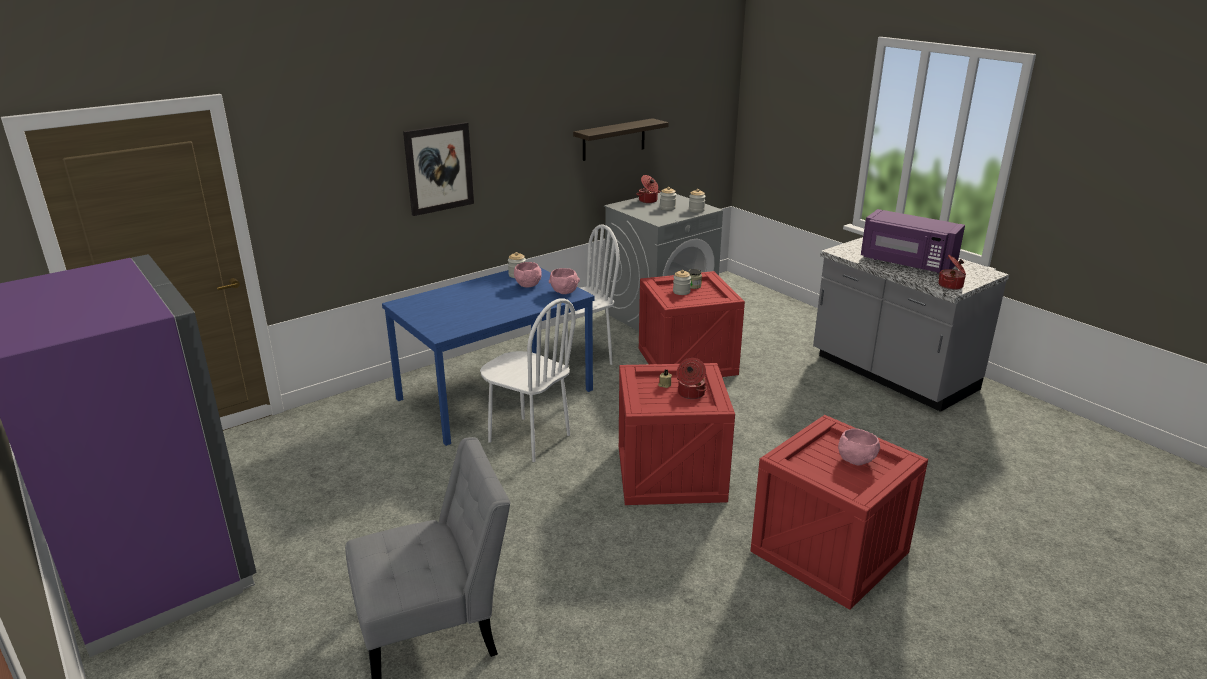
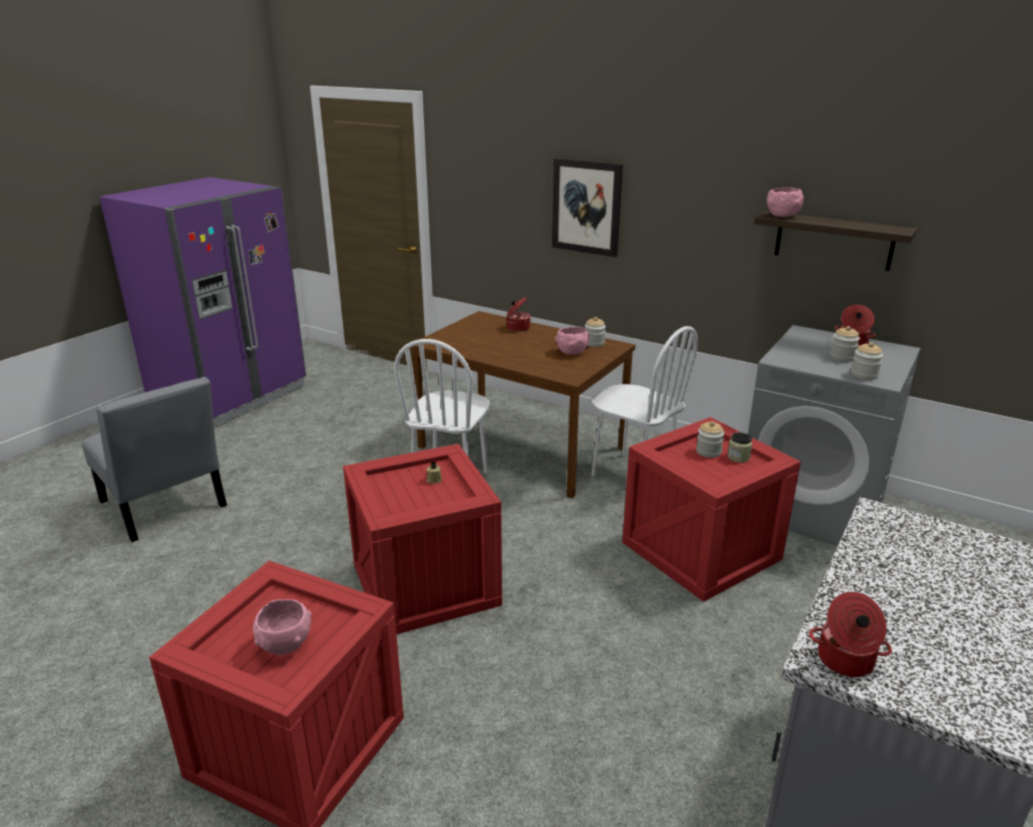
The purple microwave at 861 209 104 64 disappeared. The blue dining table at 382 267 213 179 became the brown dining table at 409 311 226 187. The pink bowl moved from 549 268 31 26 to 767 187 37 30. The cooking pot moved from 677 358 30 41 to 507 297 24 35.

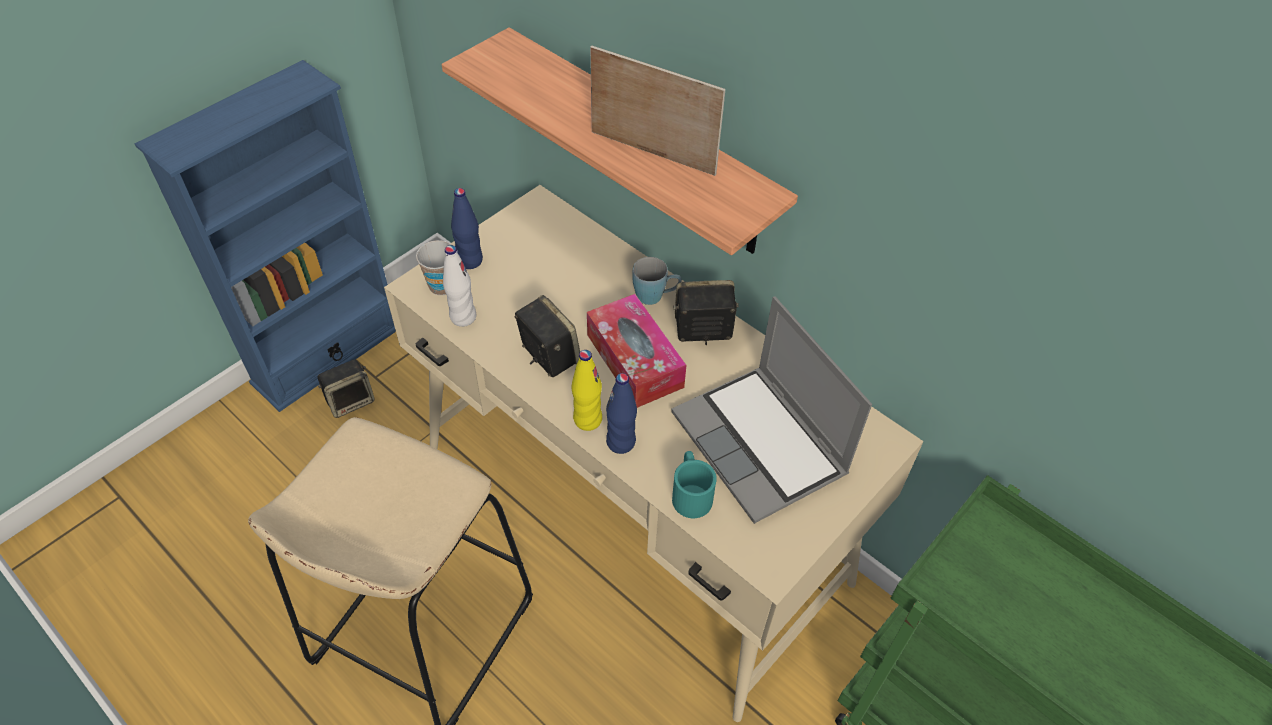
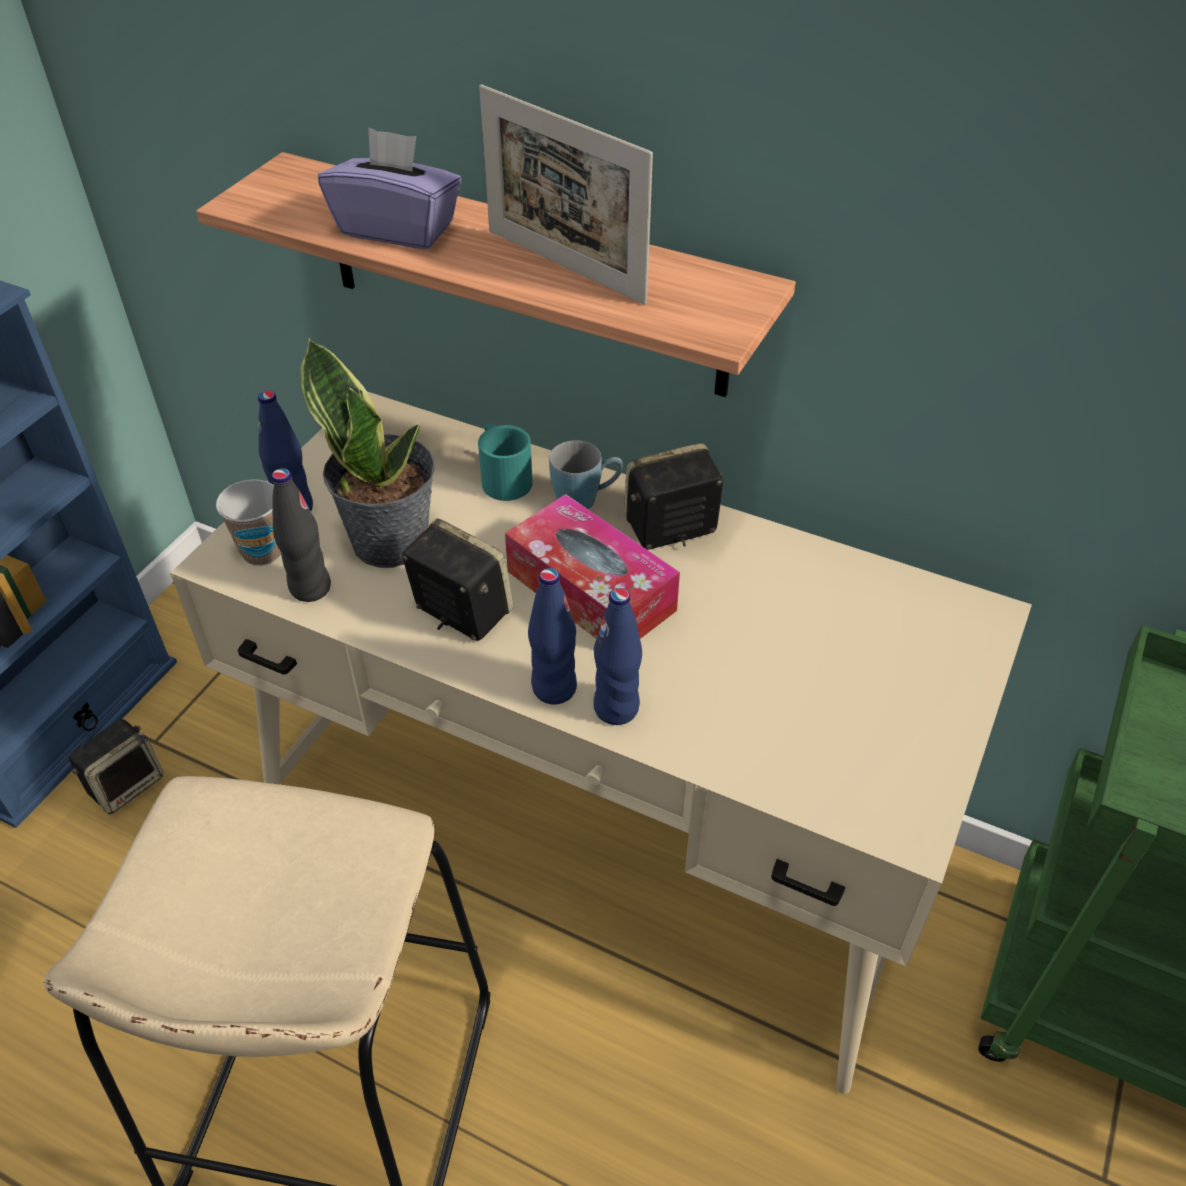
The picture frame at 590 45 135 131 turned 150 degrees counterclockwise. The white bottle at 443 245 33 82 became the black bottle at 272 468 59 134. The laptop at 671 296 201 228 disappeared. The yellow bottle at 571 350 31 81 became the blue bottle at 528 568 49 137. The turquoise mug moved from 672 451 45 67 to 478 423 55 78. The purple tissue box at 318 128 144 121 appeared. The potted plant at 301 338 134 230 appeared.

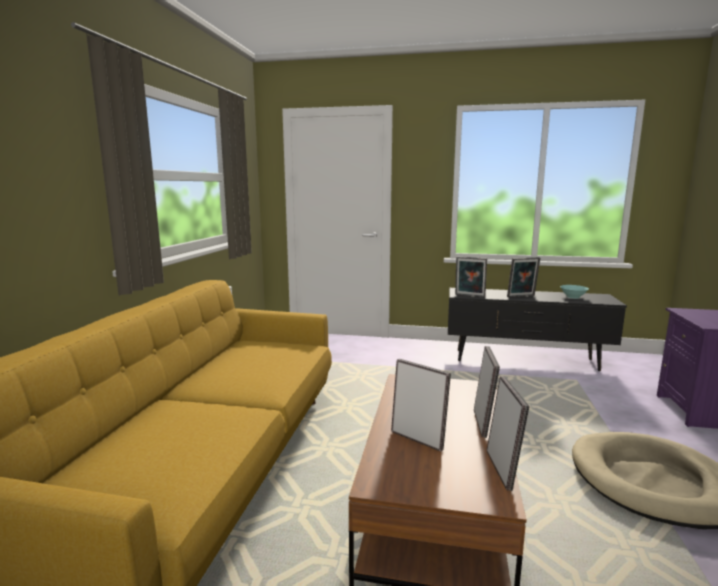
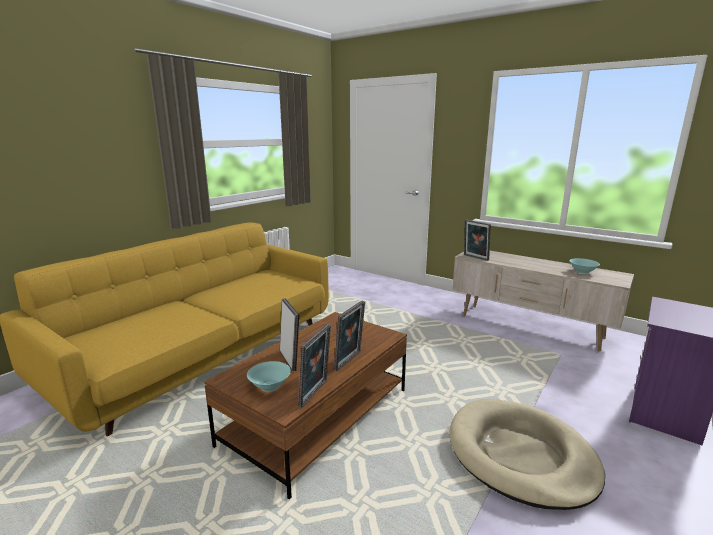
The picture frame at 507 257 33 41 disappeared. The black tv stand at 448 288 179 83 became the beige tv stand at 452 251 182 101. The turquoise bowl at 247 361 44 31 appeared.

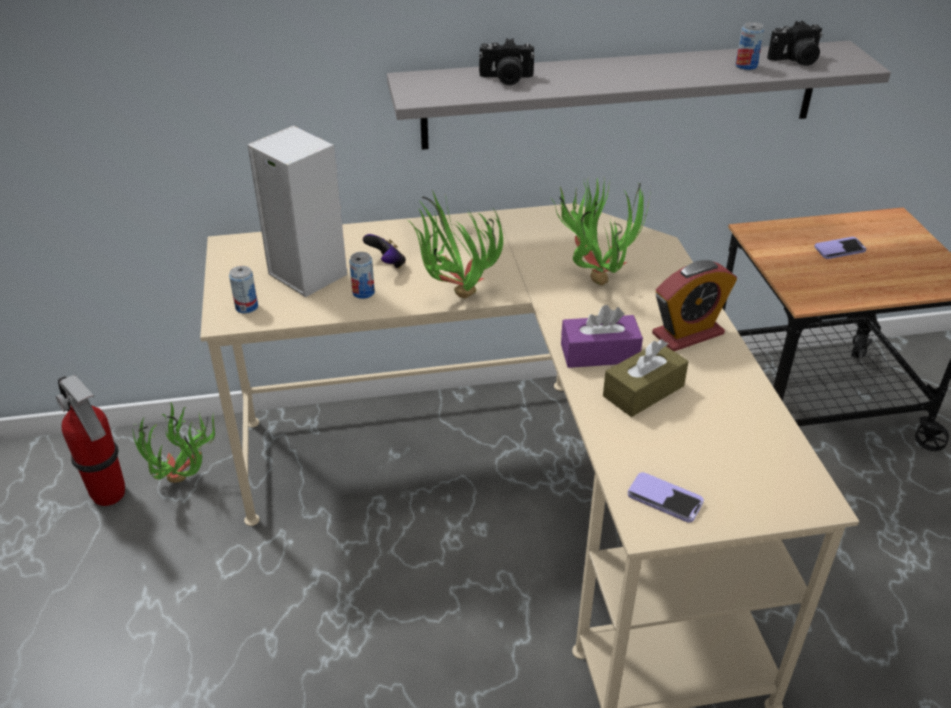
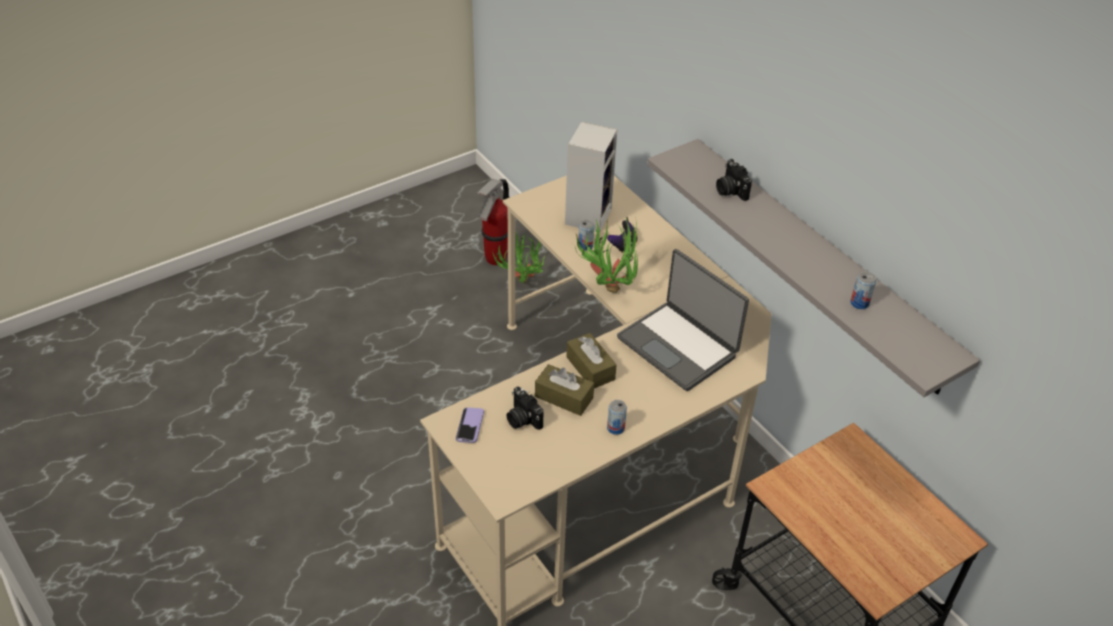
The photo camera moved from 767 21 56 45 to 506 387 37 43. The potted plant at 552 178 99 108 was replaced by the laptop at 617 249 132 142. The phone at 814 237 52 22 disappeared. The alarm clock at 652 260 85 91 disappeared. The can moved from 229 266 29 48 to 607 400 20 35. The purple tissue box at 561 305 82 63 became the brown tissue box at 566 333 51 55.

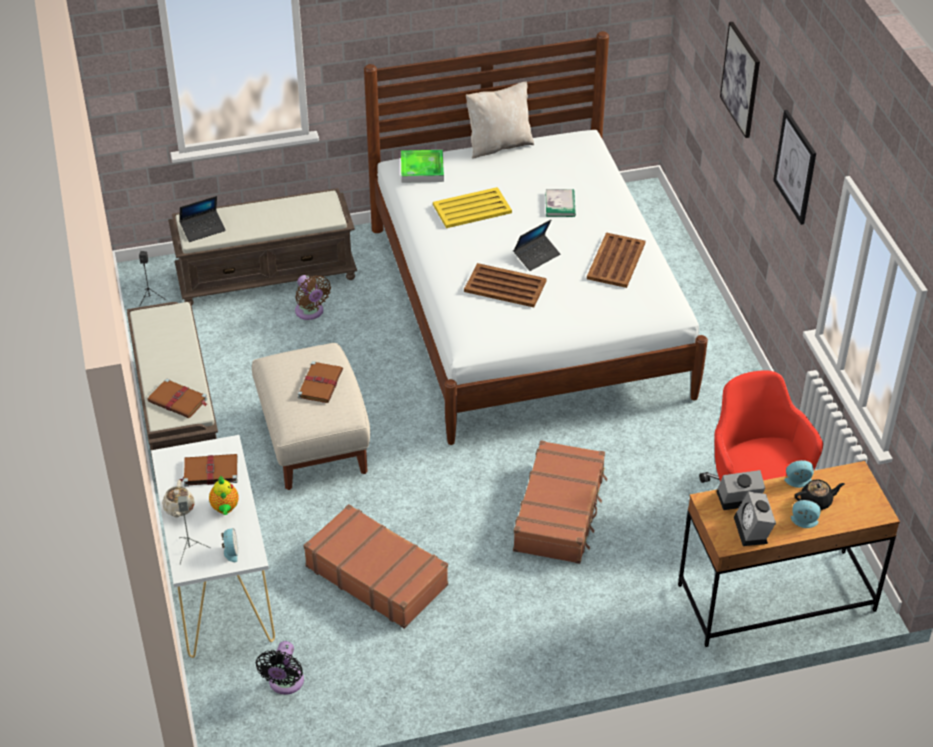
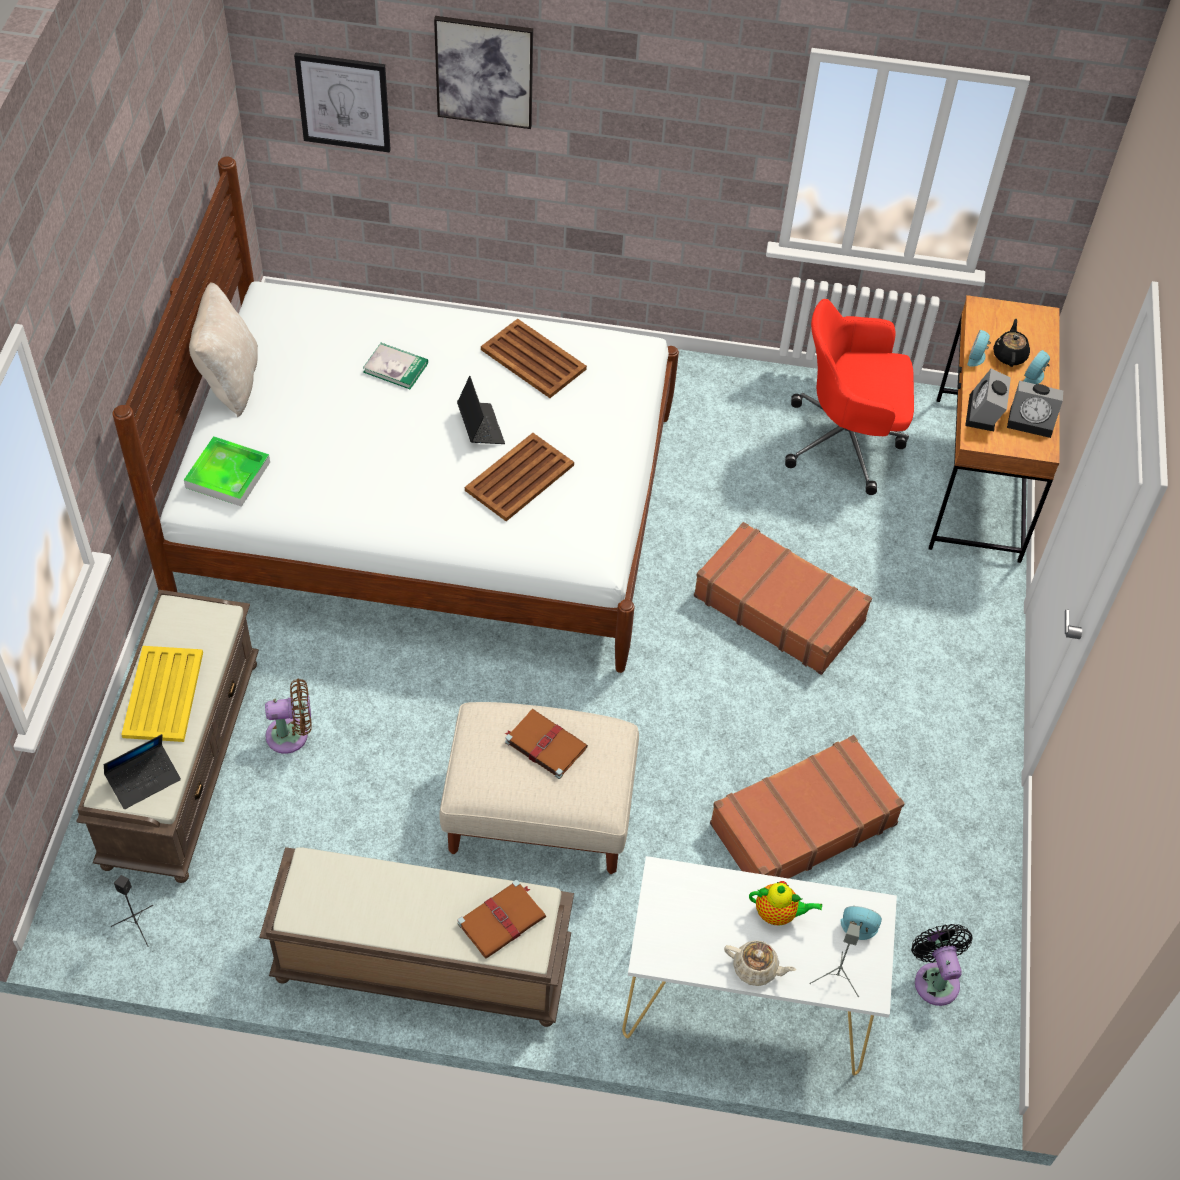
The picture moved from 773 110 43 115 to 294 52 97 101. The yellow tray moved from 433 187 79 41 to 121 646 82 96. The laptop at 179 196 47 46 turned 60 degrees clockwise. The brown book at 180 454 58 32 disappeared. The black fan at 256 641 48 54 turned 135 degrees counterclockwise.

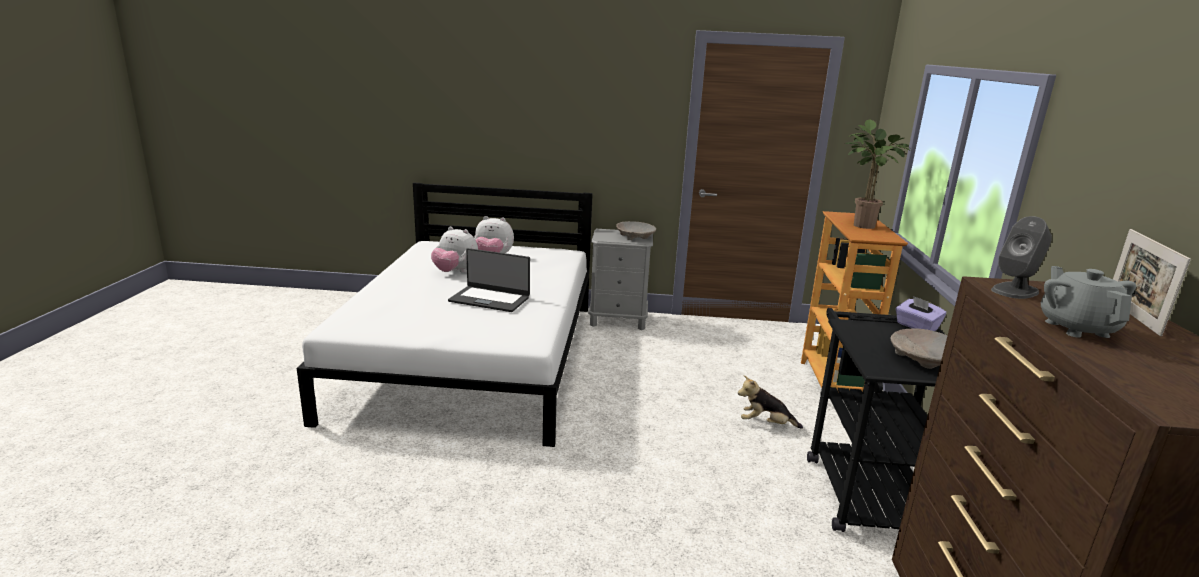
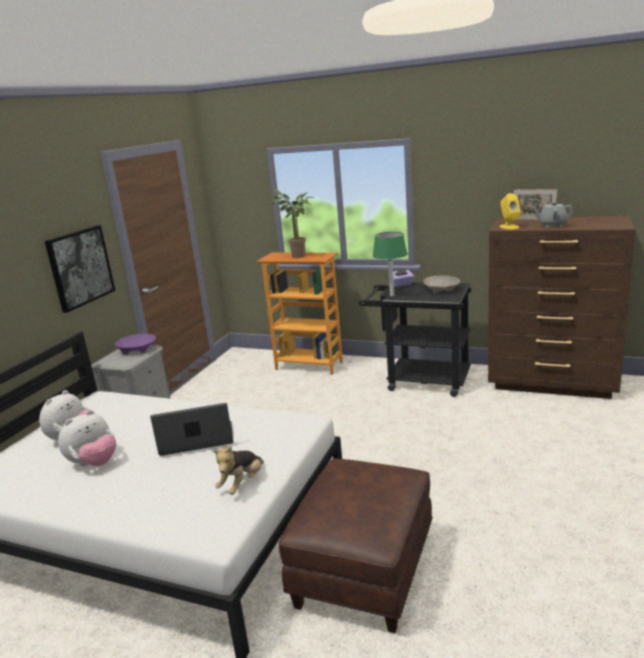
The grey speaker at 991 216 61 83 became the yellow speaker at 500 193 21 37. The beige bowl at 616 221 40 19 became the purple bowl at 115 334 41 21. The laptop at 448 248 82 64 turned 135 degrees counterclockwise. The plush toy moved from 738 375 65 54 to 212 447 52 48. The picture at 45 225 70 88 appeared. The green table lamp at 373 232 35 65 appeared. The brown ottoman at 279 458 154 175 appeared.

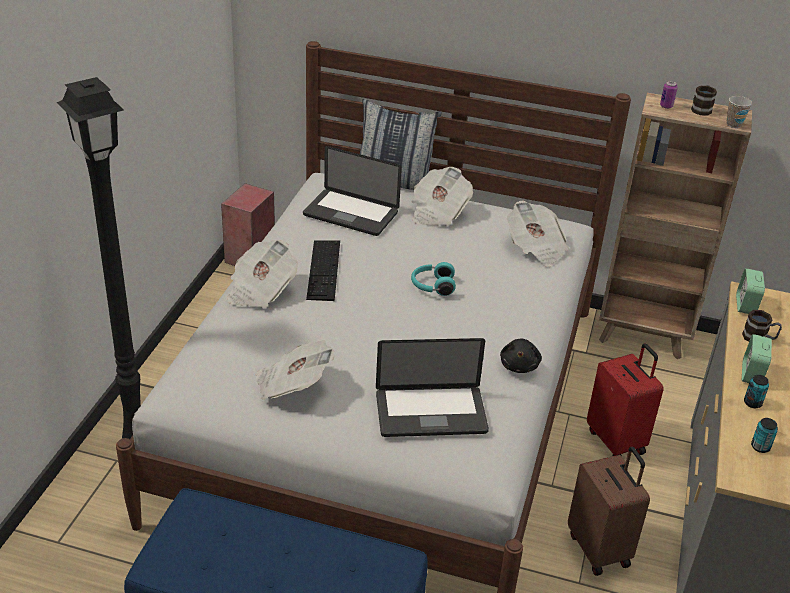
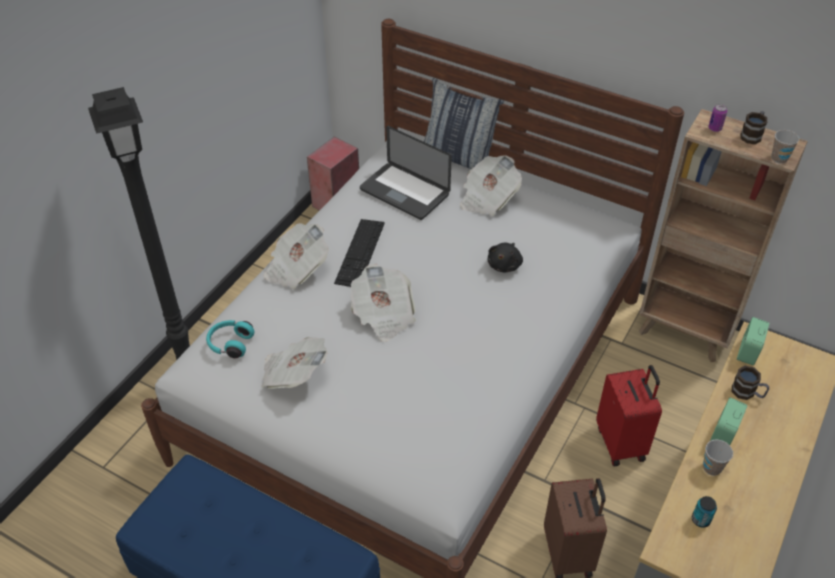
The newspaper moved from 507 201 62 66 to 351 264 65 78. The turquoise headphones moved from 411 262 45 34 to 206 320 48 38. The laptop at 376 338 113 99 disappeared. The black plush toy moved from 500 339 42 34 to 488 243 35 29. The can at 744 375 25 33 was replaced by the cup at 703 440 30 36.

